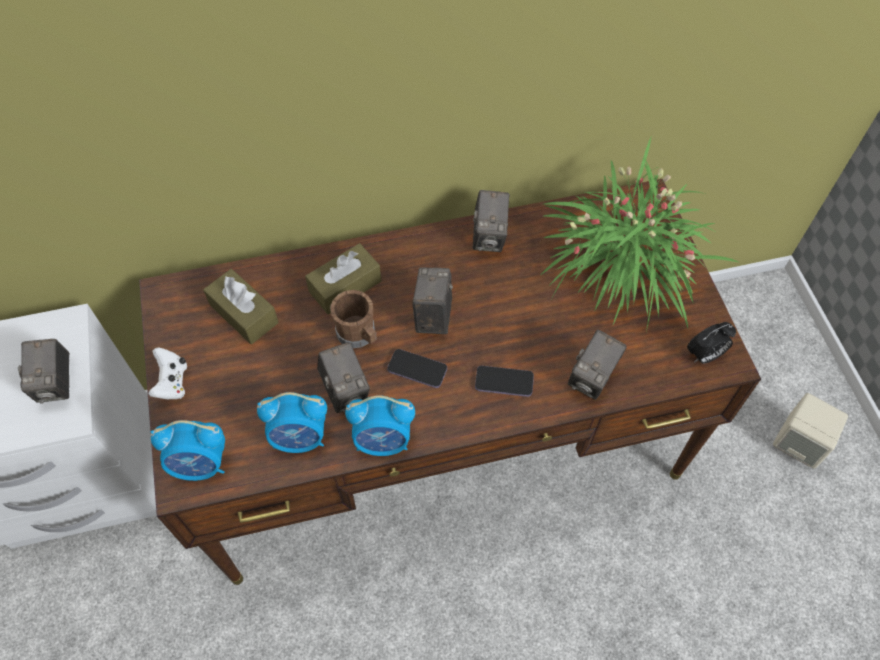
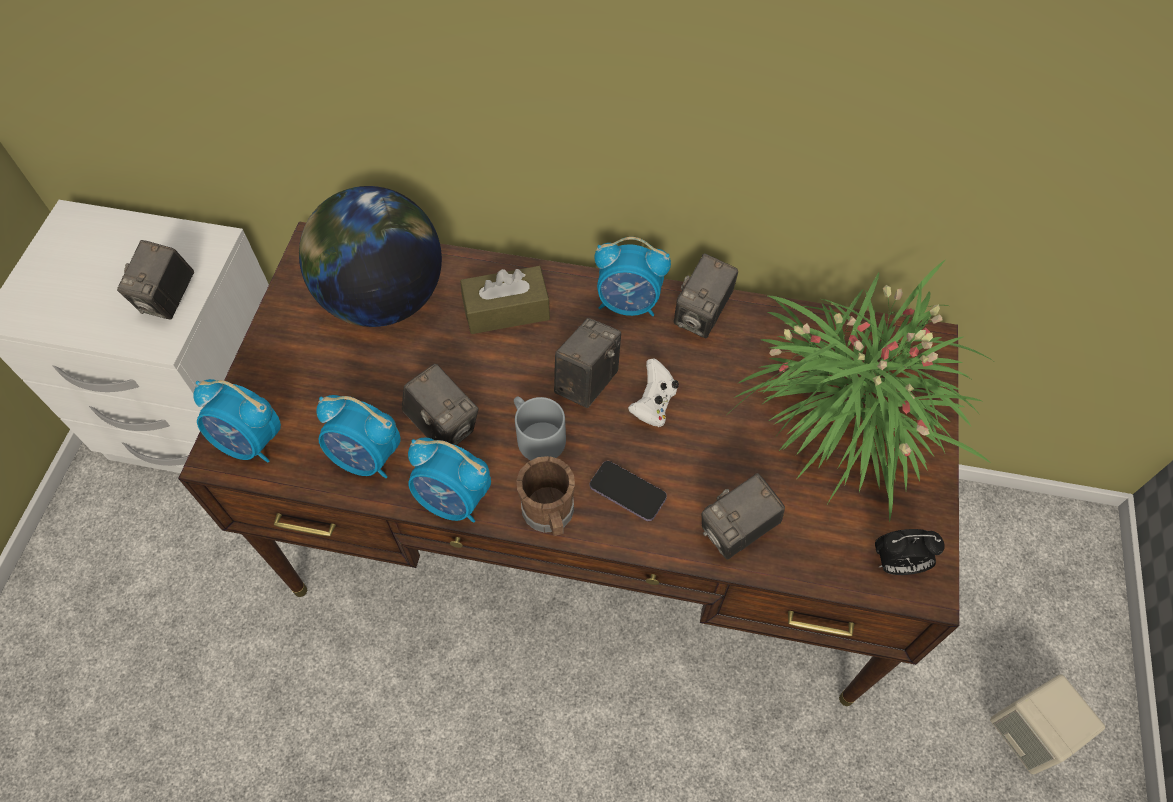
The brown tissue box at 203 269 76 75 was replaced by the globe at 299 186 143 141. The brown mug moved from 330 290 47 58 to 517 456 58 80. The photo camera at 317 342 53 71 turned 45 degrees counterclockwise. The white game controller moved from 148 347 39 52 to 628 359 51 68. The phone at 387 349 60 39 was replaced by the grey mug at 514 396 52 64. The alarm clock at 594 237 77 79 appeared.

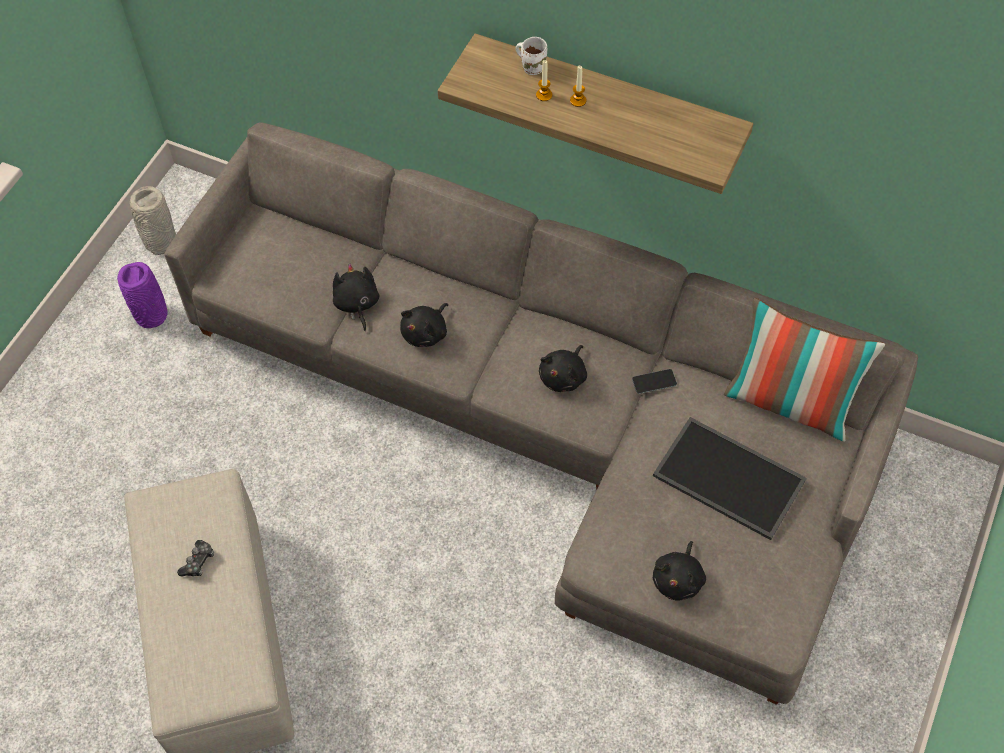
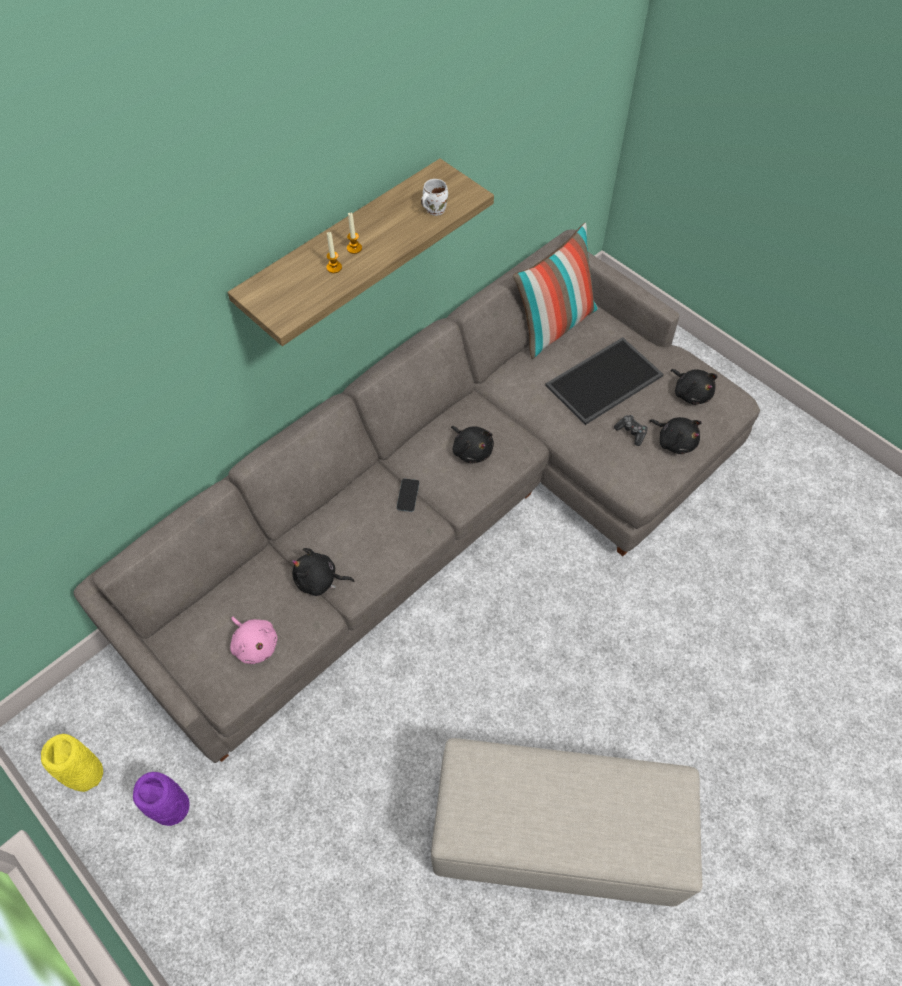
The white mug moved from 515 37 32 38 to 421 179 27 37. The grey vase at 130 186 46 69 became the yellow vase at 41 734 62 58. The black plush toy moved from 400 303 48 44 to 671 369 47 36. The phone moved from 632 369 45 25 to 396 479 23 33. The game controller moved from 177 540 37 37 to 614 415 34 31. The pink plush toy at 230 616 48 48 appeared.

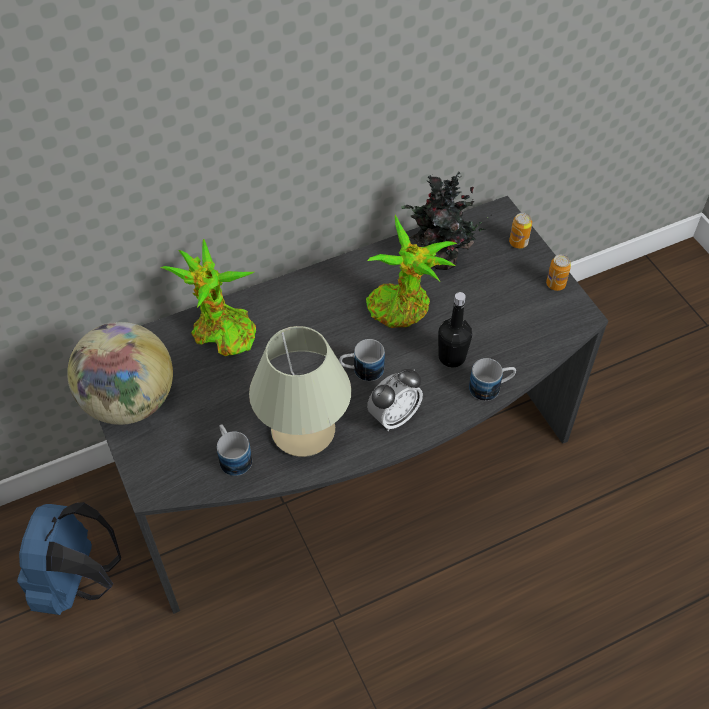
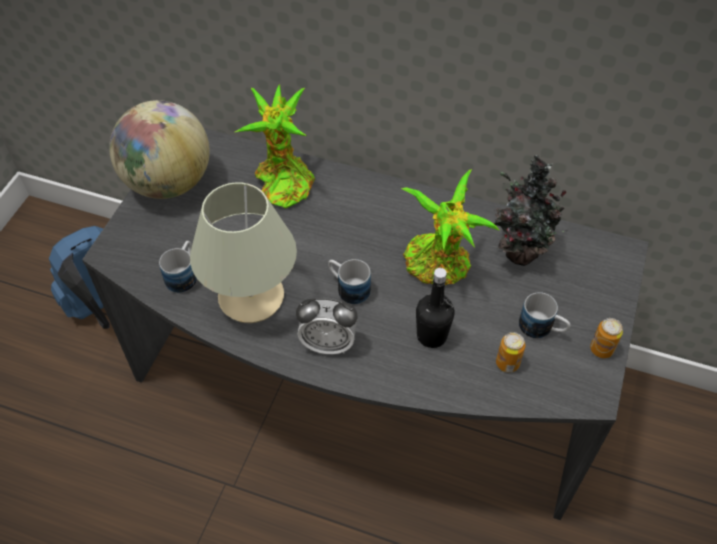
The can moved from 509 213 23 36 to 496 332 29 41. The mug moved from 469 358 47 43 to 519 292 51 47.

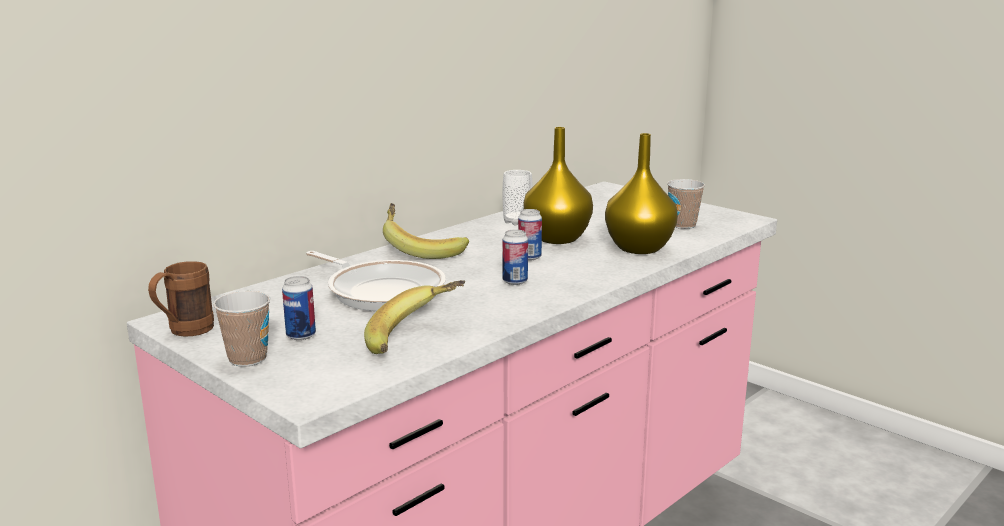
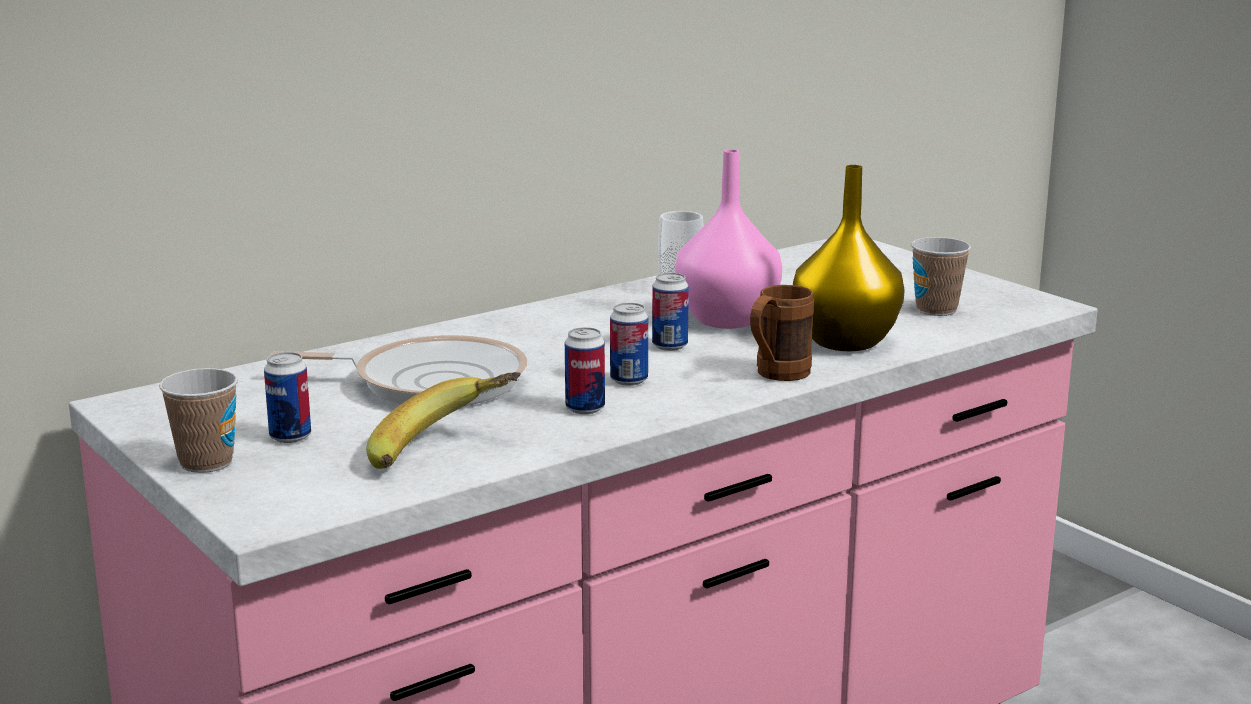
The yellow vase at 524 127 69 117 became the pink vase at 675 149 107 180. The banana at 383 203 86 56 disappeared. The frying pan at 306 251 140 60 turned 45 degrees counterclockwise. The brown mug moved from 148 261 66 76 to 750 285 64 96. The can at 565 327 40 87 appeared.

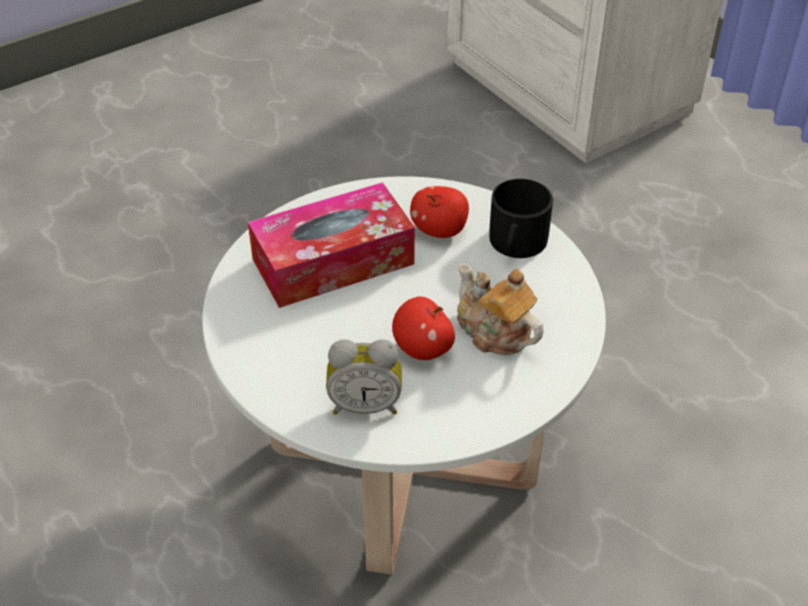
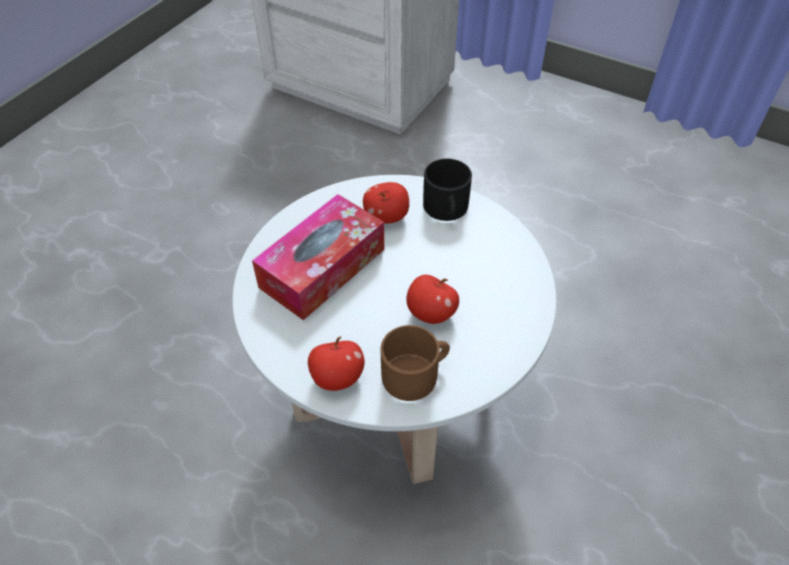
The teapot at 457 264 87 91 disappeared. The alarm clock at 326 339 76 76 was replaced by the brown mug at 381 325 69 76. The apple at 308 337 57 54 appeared.

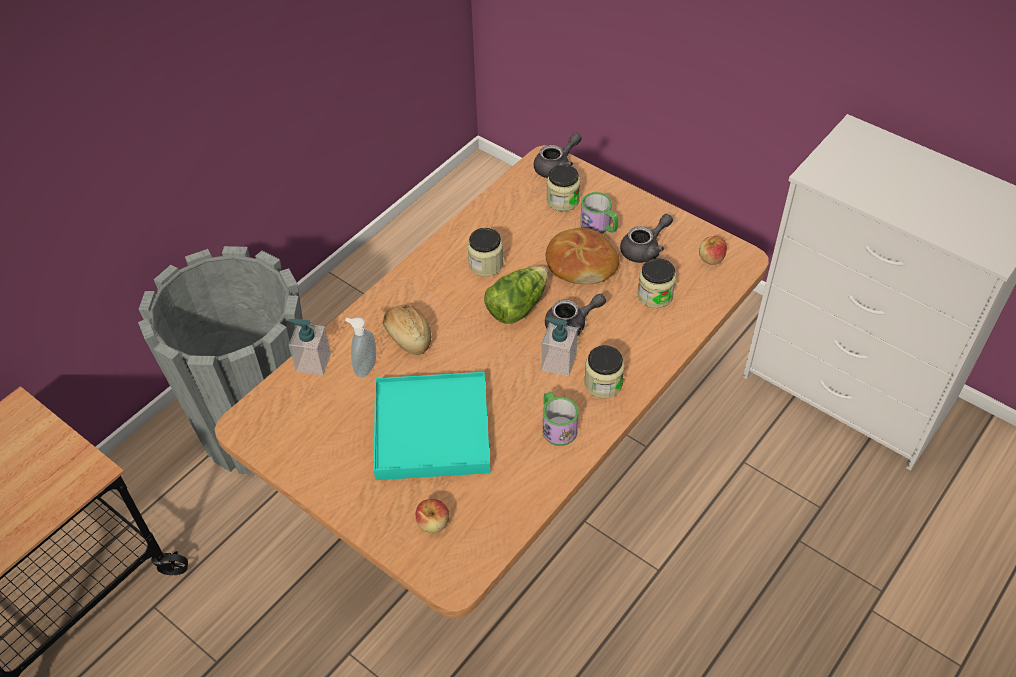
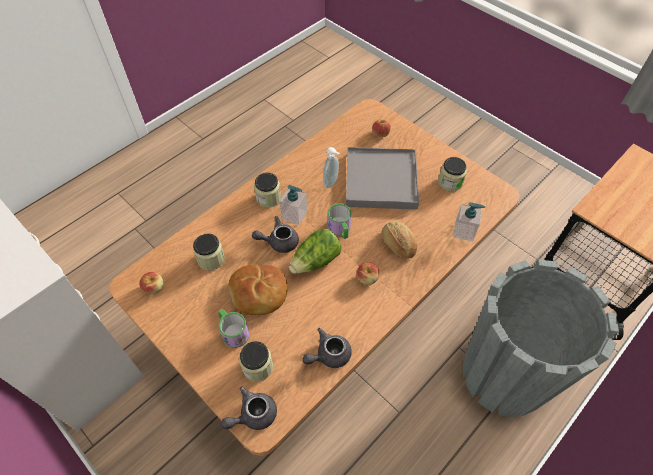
The grey teapot moved from 620 214 53 49 to 303 328 49 40. The jar moved from 467 228 36 49 to 438 157 29 35. The soap dispenser moved from 345 318 31 60 to 323 147 16 41. The turquoise tray at 373 372 118 108 became the grey tray at 346 147 73 63. The mug moved from 543 391 35 55 to 328 203 23 36. The apple at 357 262 22 23 appeared.

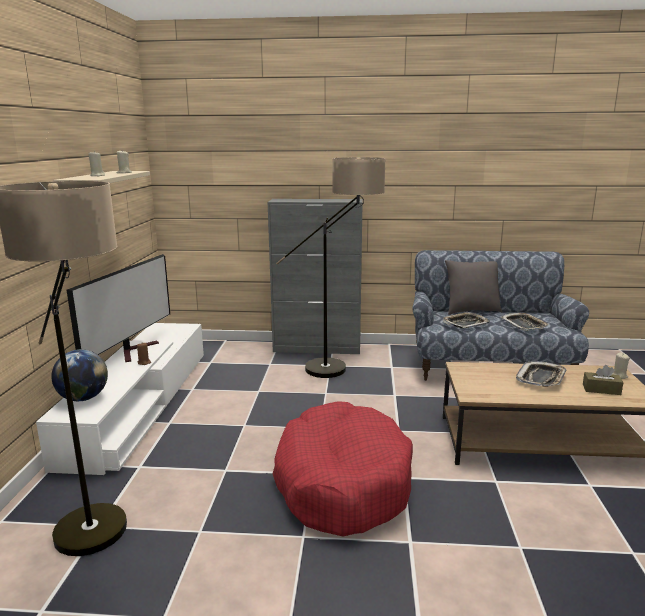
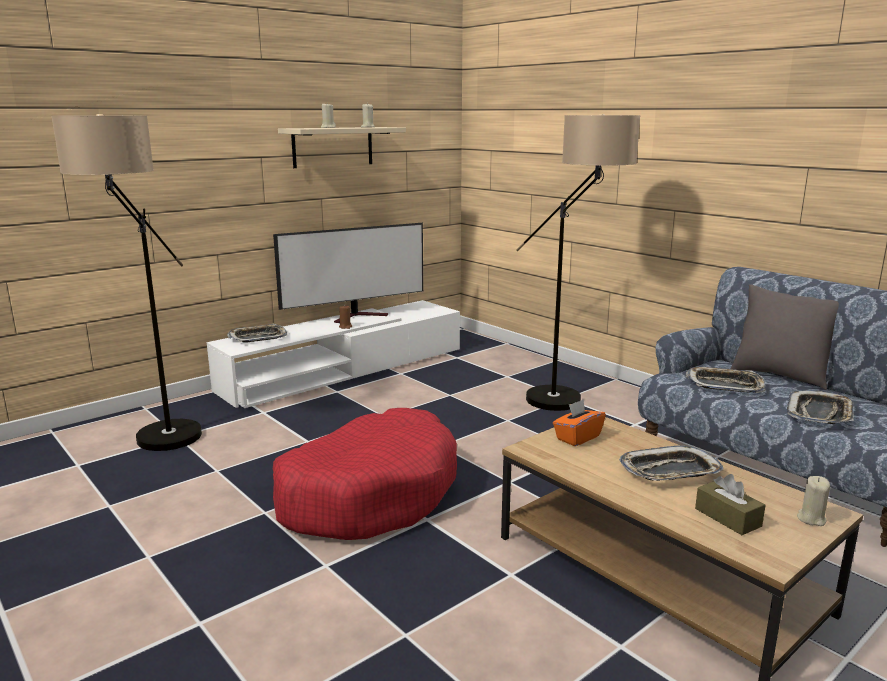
The grey cabinet at 267 199 96 155 disappeared. The globe at 51 349 57 52 was replaced by the tray at 227 324 60 19. The orange tissue box at 553 400 53 46 appeared.

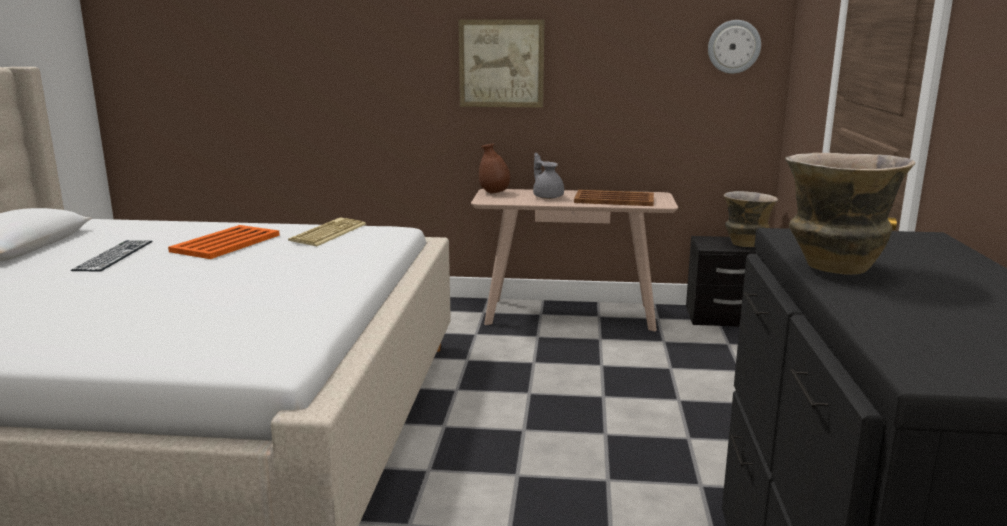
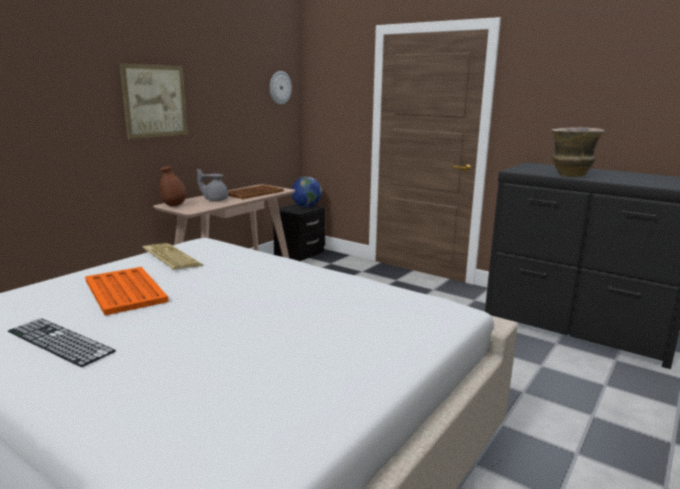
The vase at 724 191 54 56 was replaced by the globe at 292 177 30 30.

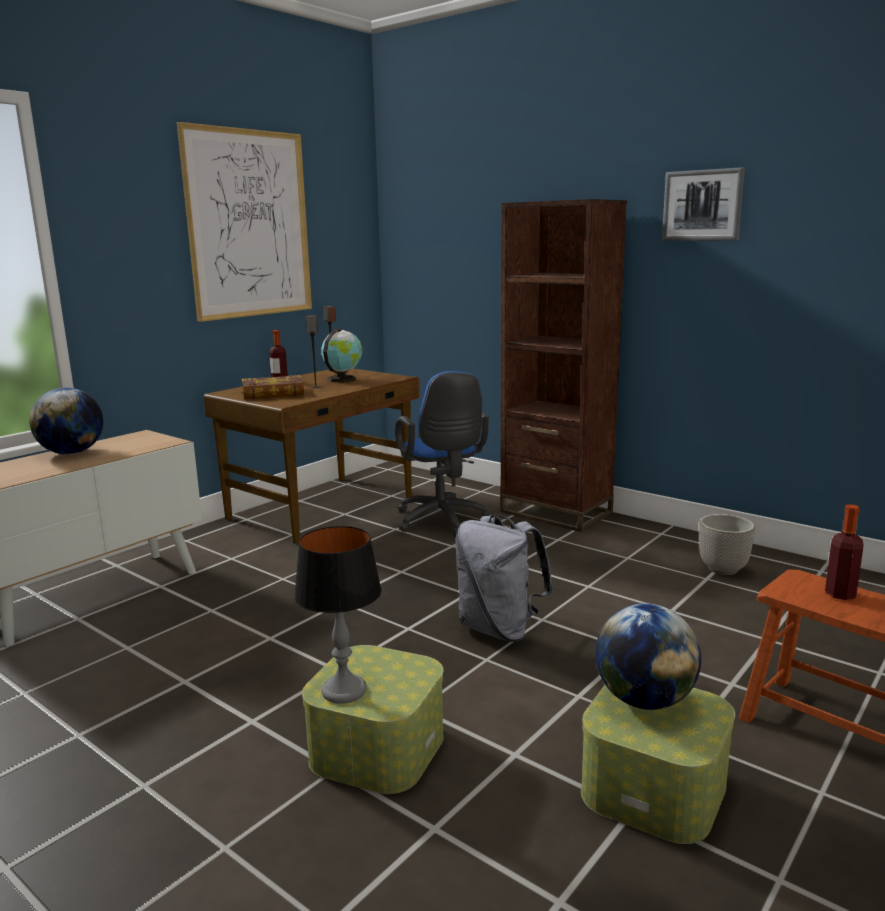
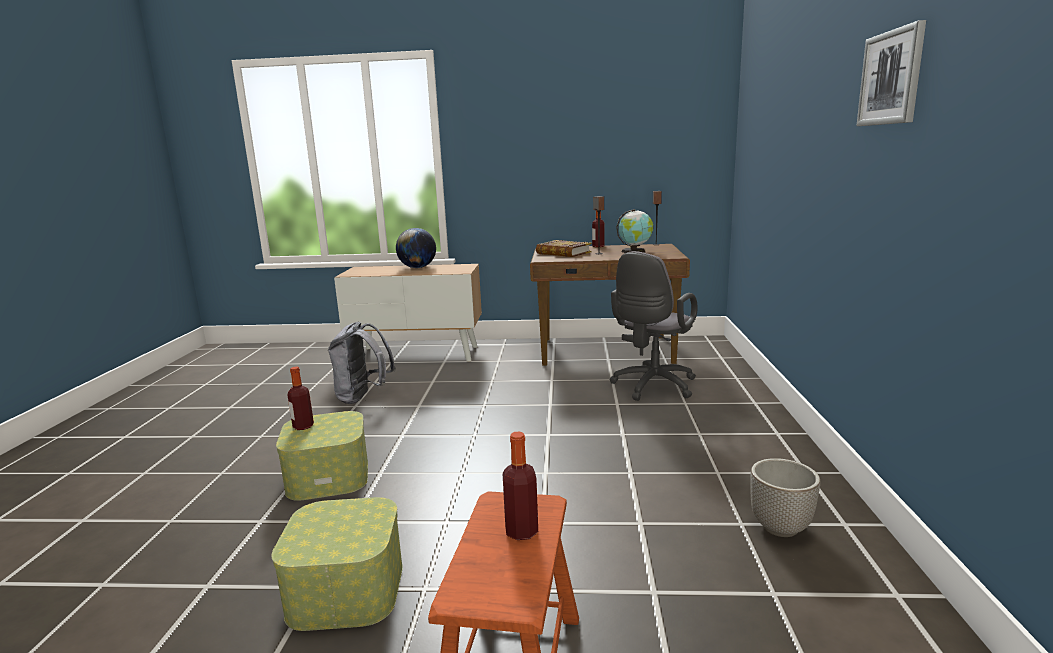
The picture at 177 122 135 200 disappeared. The brown bookcase at 500 199 127 333 disappeared. The blue office chair at 395 371 96 166 became the grey office chair at 610 251 88 150. The grey backpack moved from 456 515 97 127 to 328 322 68 82. The table lamp at 294 526 88 178 was replaced by the bottle at 288 367 26 63. The globe at 595 603 106 107 disappeared.

